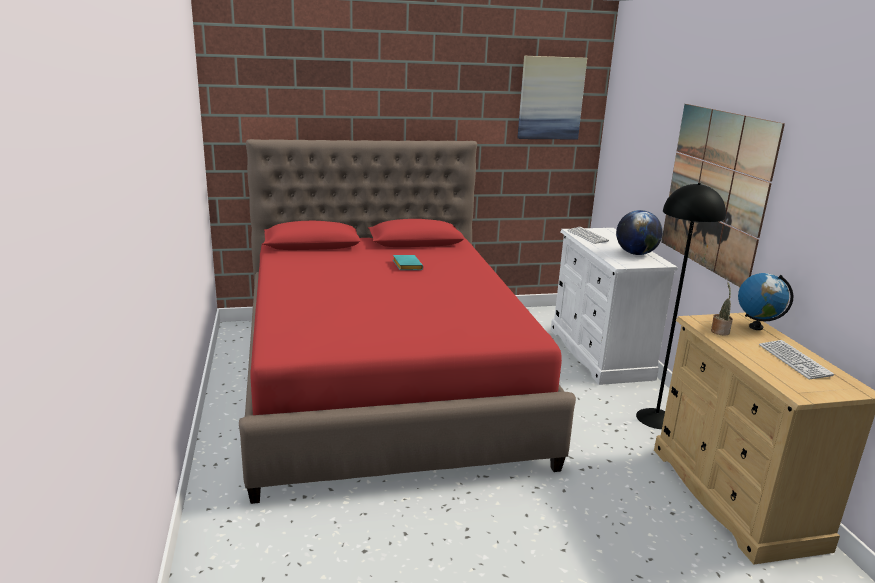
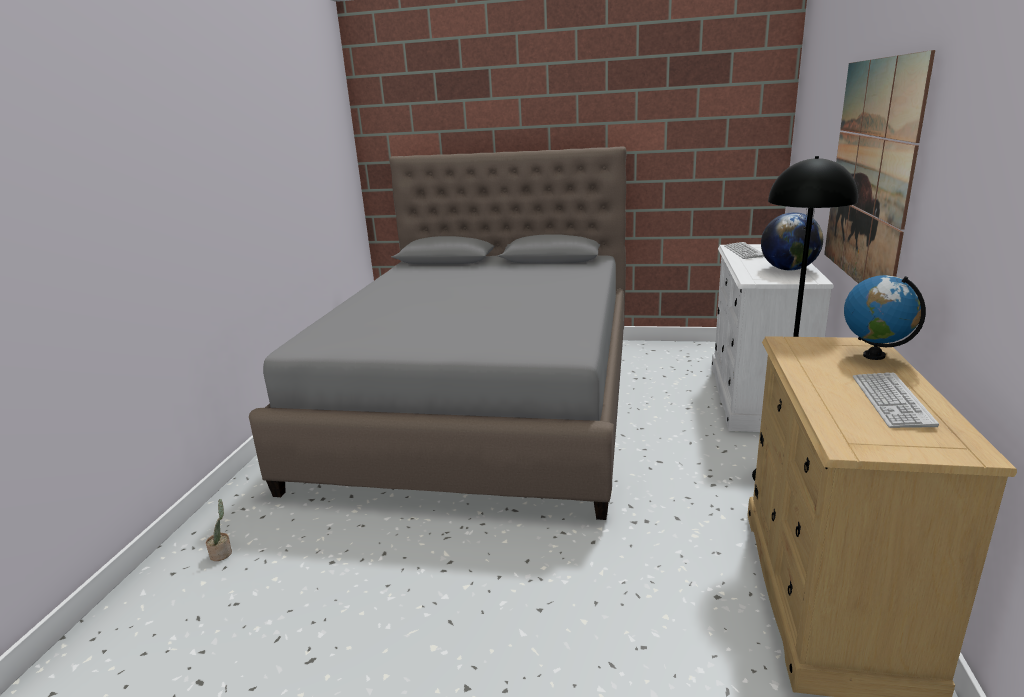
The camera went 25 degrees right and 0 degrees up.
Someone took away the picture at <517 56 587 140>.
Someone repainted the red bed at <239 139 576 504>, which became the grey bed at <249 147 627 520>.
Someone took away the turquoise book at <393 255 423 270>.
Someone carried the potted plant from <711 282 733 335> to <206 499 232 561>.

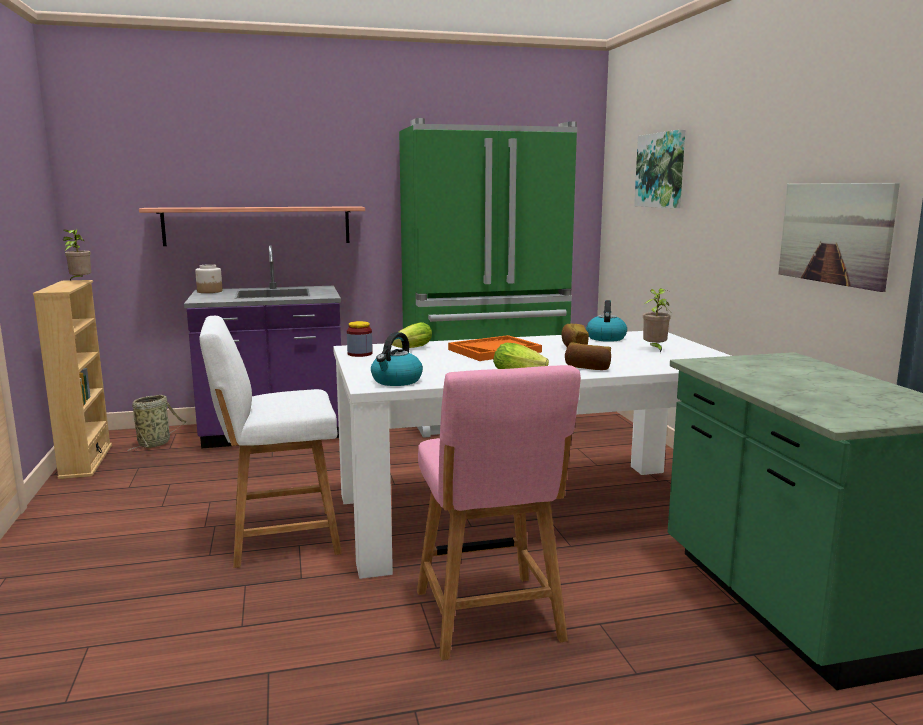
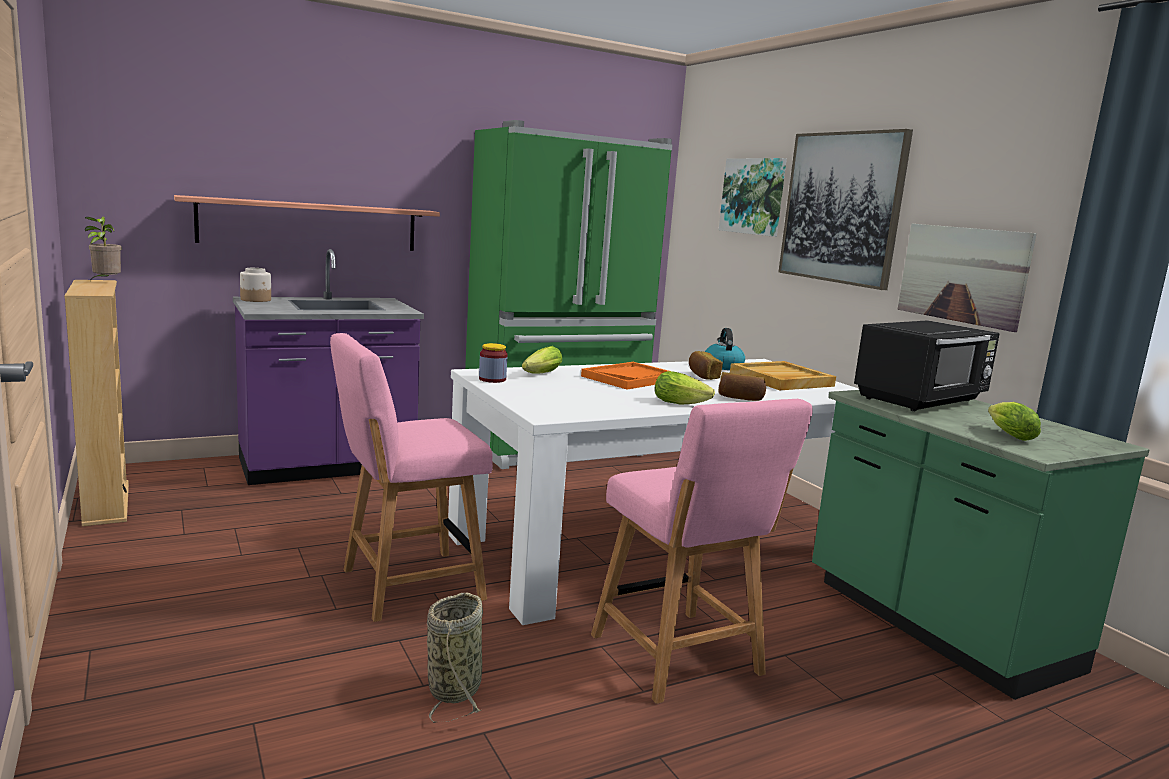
The camera went 15 degrees left and 0 degrees up.
Someone swapped the potted plant at <643 288 671 353> for the beige tray at <730 361 836 390>.
Someone repainted the white chair at <200 316 342 568>, which became the pink chair at <330 333 493 622>.
Someone took away the kettle at <371 332 423 386>.
Someone carried the basket from <128 395 186 451> to <427 592 483 723>.
Someone put up the picture at <778 129 913 290>.
Someone put down the black microwave at <854 320 1000 411>.
Someone put down the lettuce at <988 402 1041 441>.

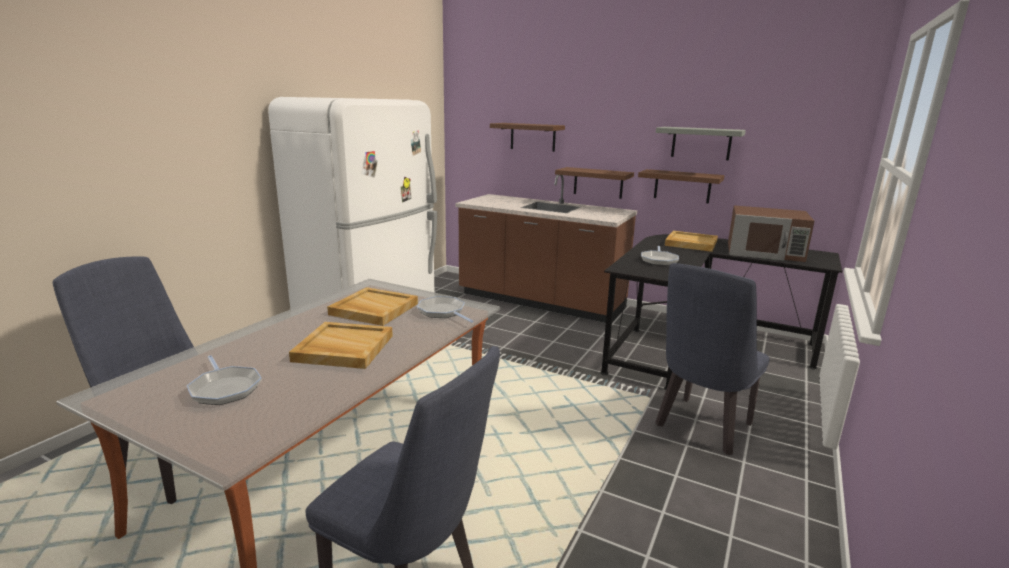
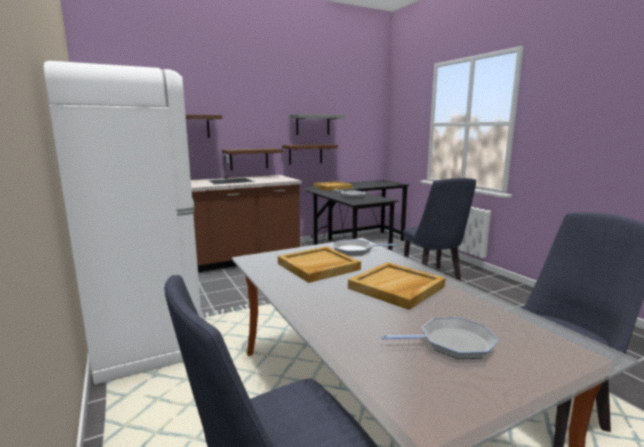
The camera went 55 degrees left and 5 degrees down.
Someone took away the brown microwave at <728 205 814 262>.

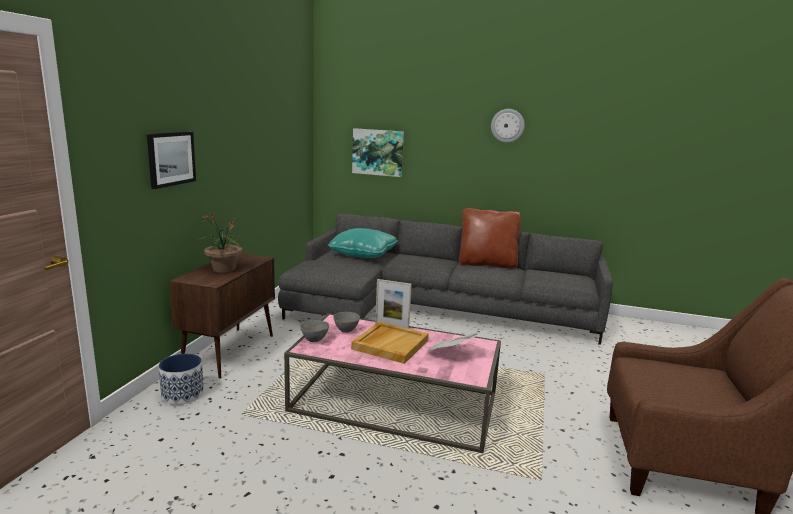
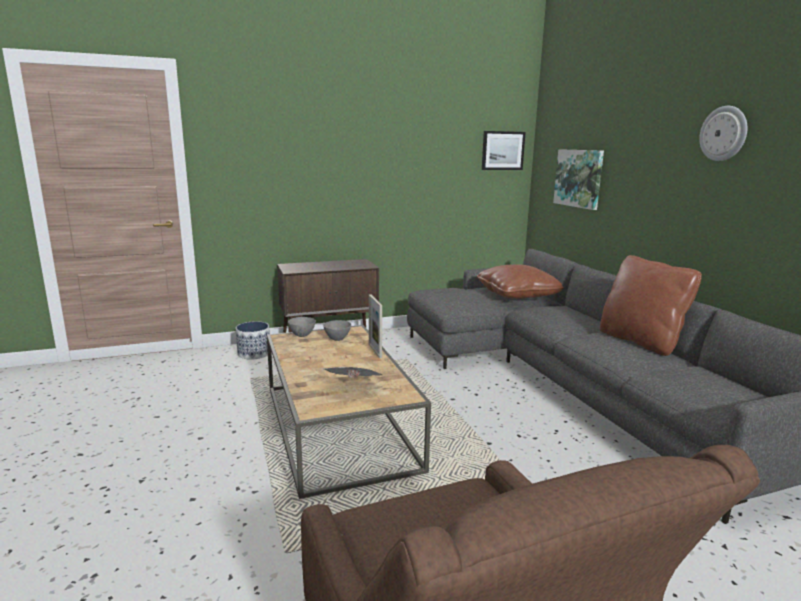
The camera went 55 degrees right and 0 degrees up.
Someone carried the picture from <147 131 196 189> to <482 131 526 170>.
Someone took away the potted plant at <198 213 242 273>.
Someone repainted the turquoise pillow at <328 228 398 258>, which became the brown pillow at <477 264 564 299>.
Someone repainted the pink coffee table at <284 313 501 453>, which became the brown coffee table at <267 325 431 499>.
Someone took away the beige tray at <351 322 429 364>.

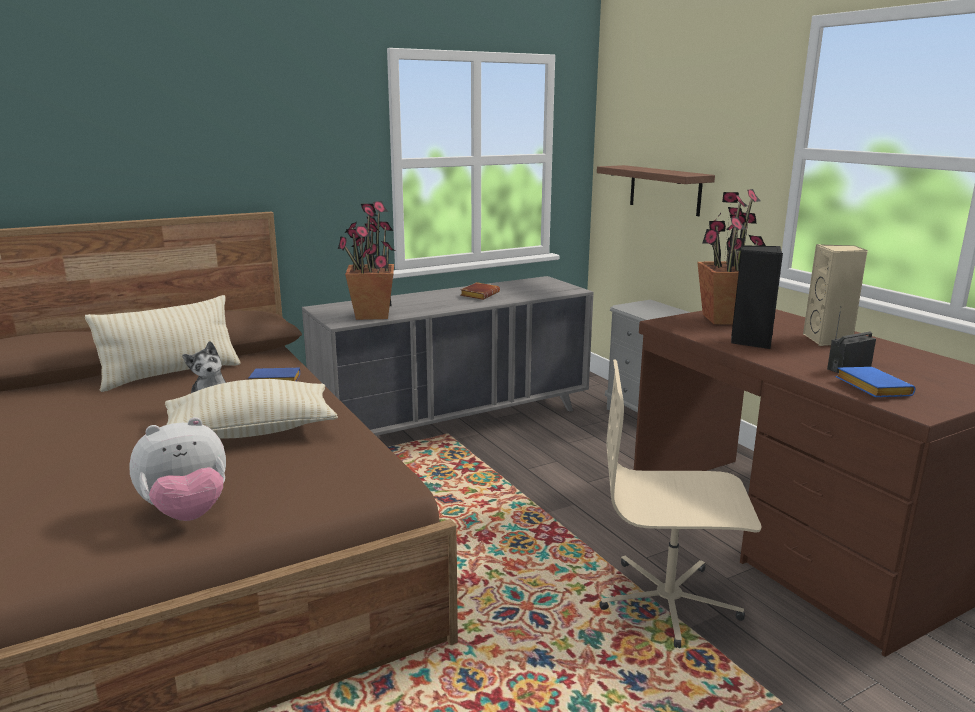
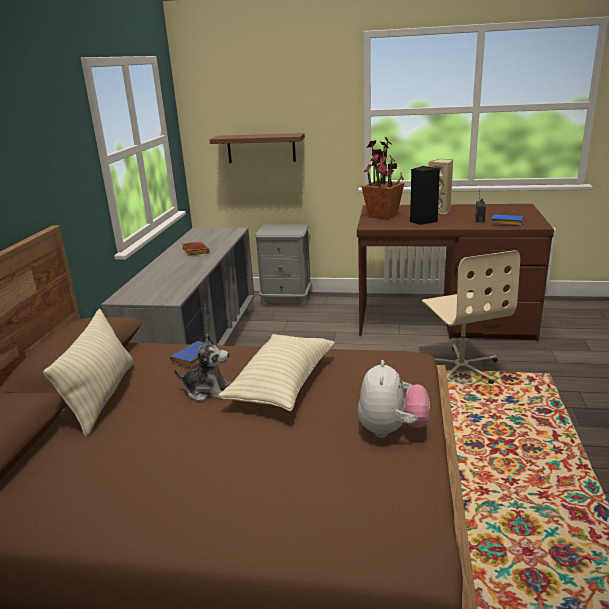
The camera went 50 degrees left and 5 degrees up.
Someone took away the potted plant at <338 201 395 320>.
Someone rotated the beige office chair at <599 359 761 648> by 60 degrees counterclockwise.

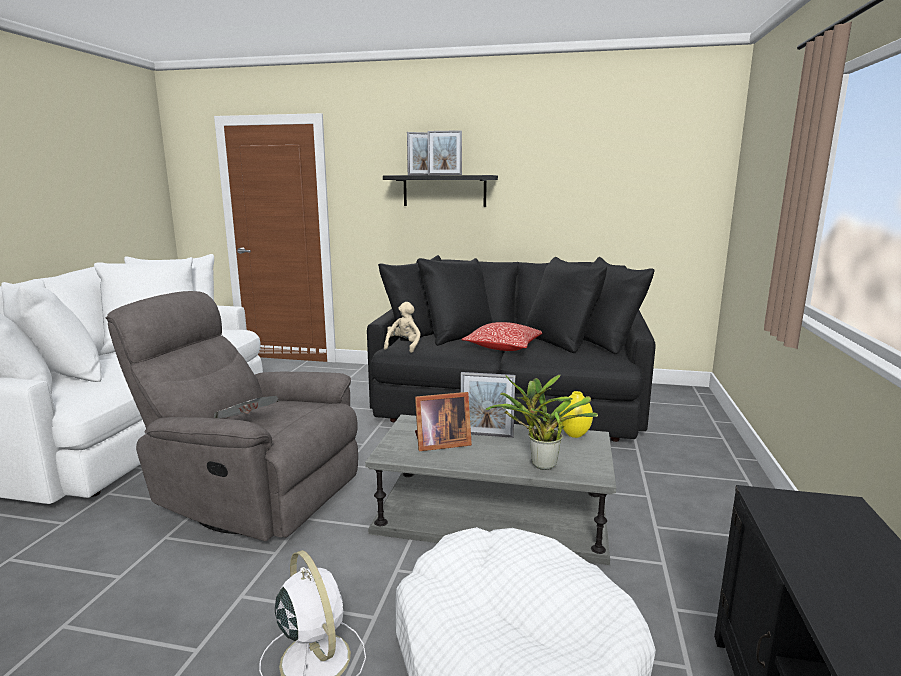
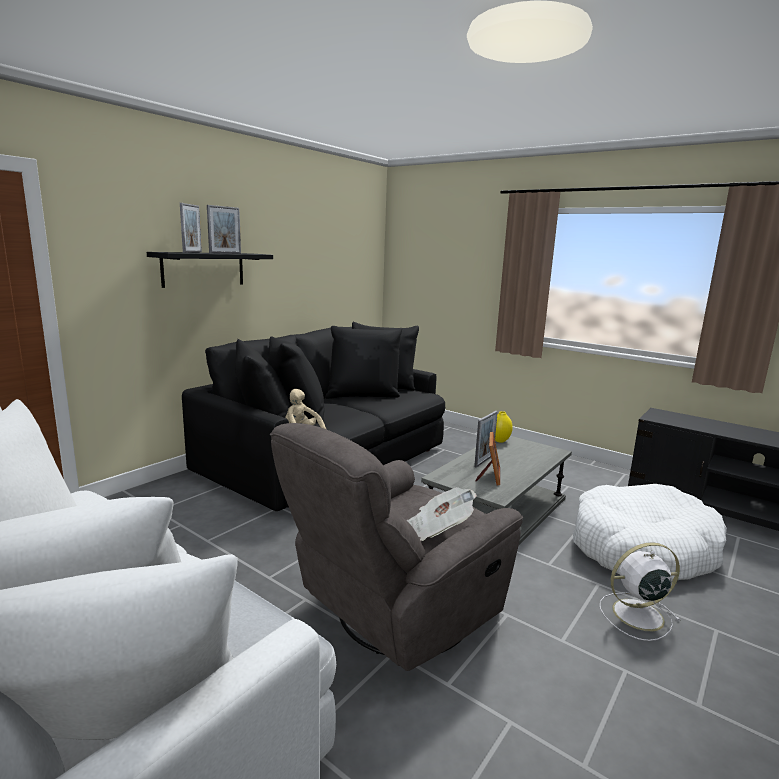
The camera went 65 degrees left and 0 degrees up.
Someone took away the pillow at <461 322 542 351>.
Someone took away the potted plant at <486 374 598 470>.

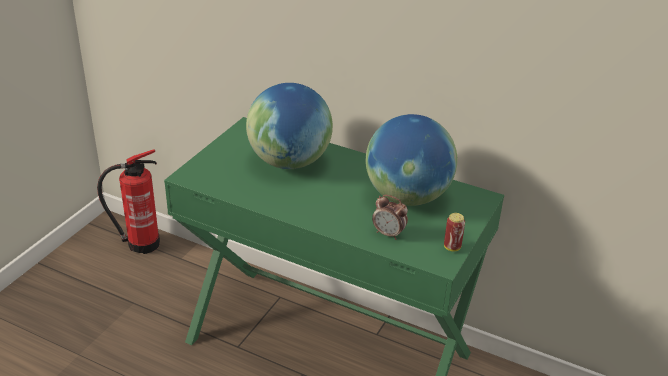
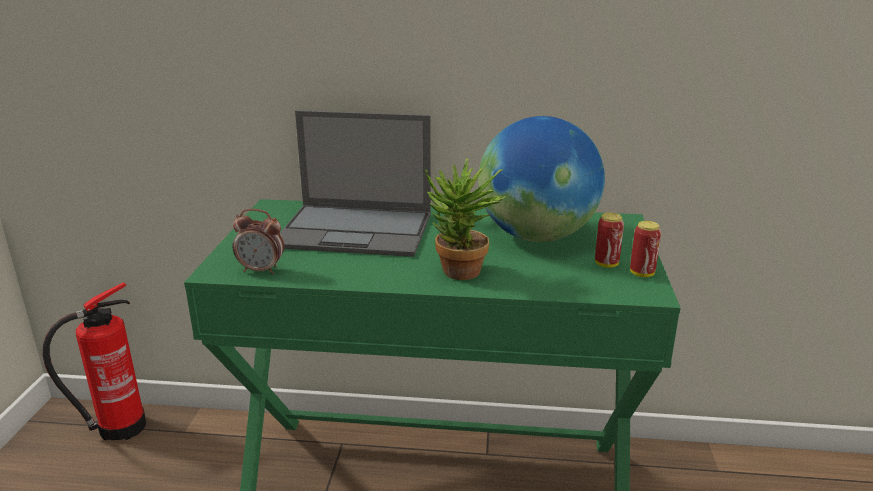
The camera went 20 degrees left and 10 degrees down.
Someone swapped the globe at <246 83 333 169> for the laptop at <280 110 431 257>.
Someone carried the alarm clock from <372 195 408 240> to <233 209 284 275>.
Someone put down the potted plant at <425 158 507 280>.
Someone put down the can at <595 213 624 268>.

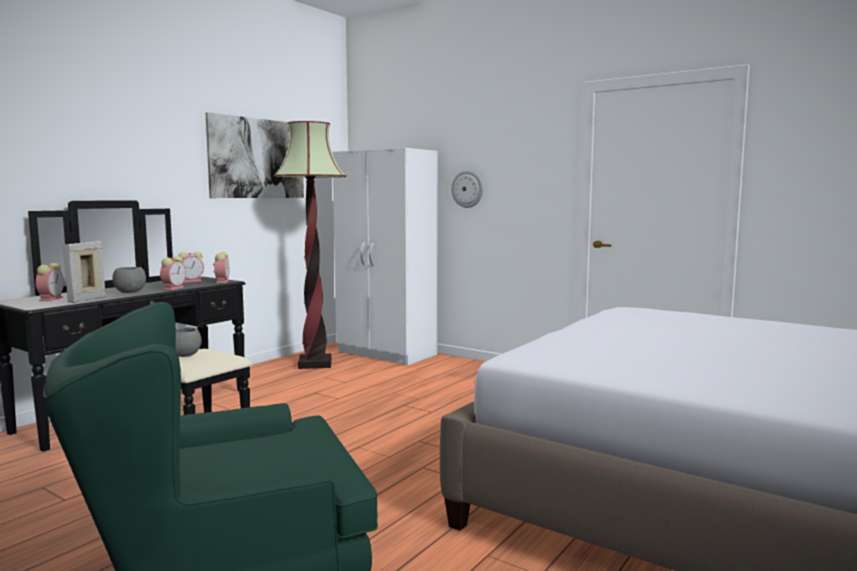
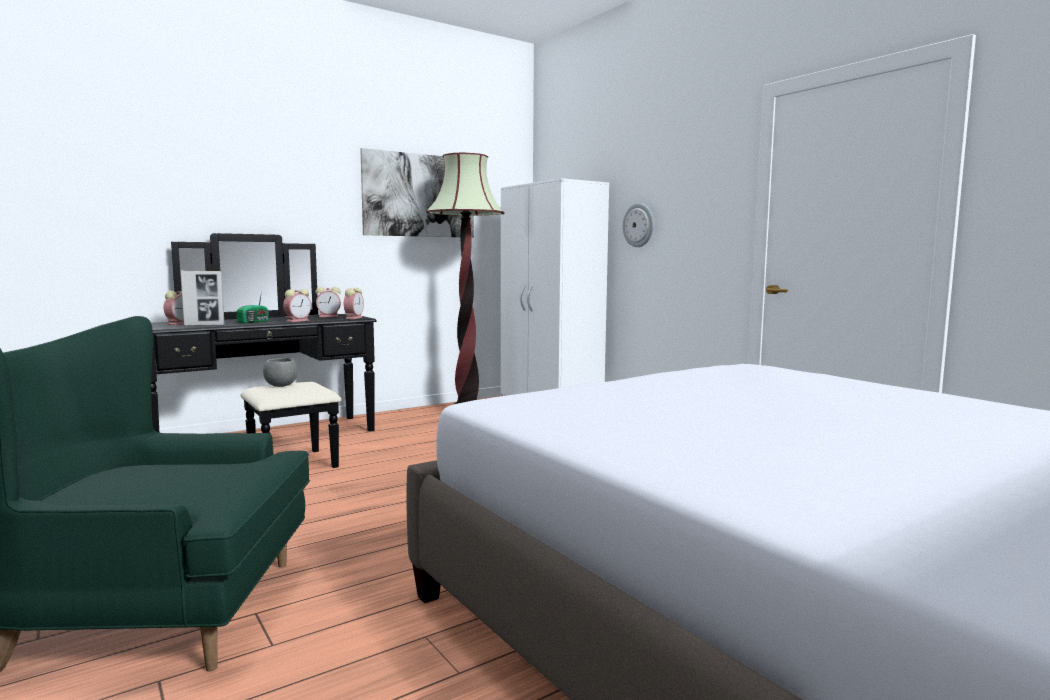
The camera went 20 degrees right and 0 degrees up.
Someone rotated the picture frame at <63 241 106 303> by 150 degrees counterclockwise.
Someone swapped the grey bowl at <112 267 146 293> for the radio at <236 291 269 323>.

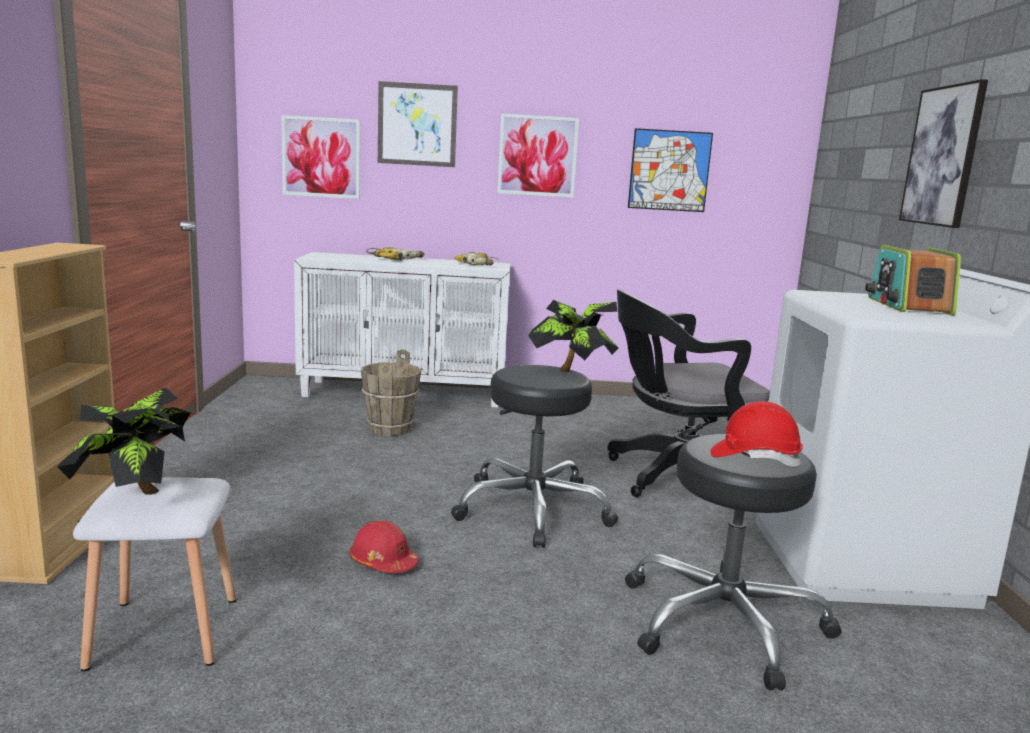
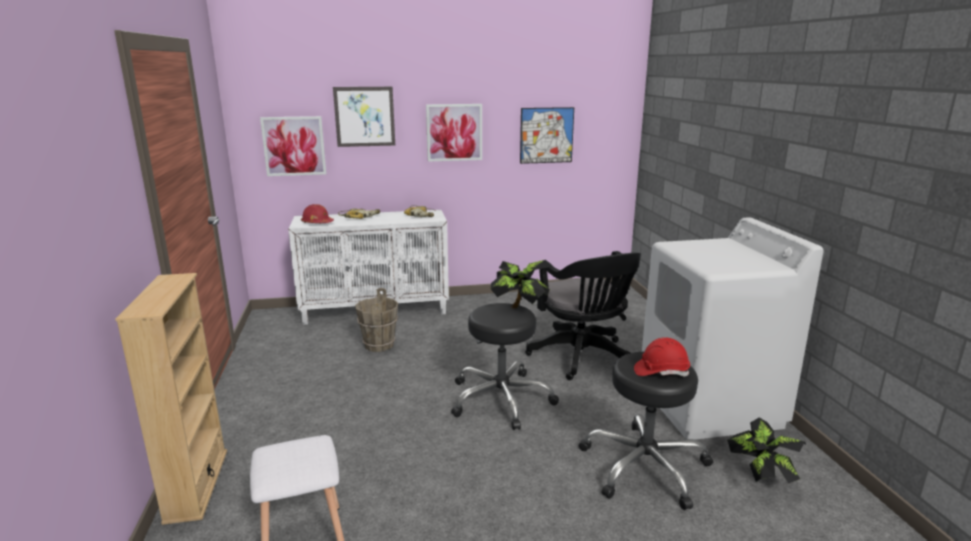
The camera went 10 degrees left and 5 degrees up.
Someone took away the picture at <899 79 988 228>.
Someone took away the radio at <865 245 961 315>.
Someone rotated the black office chair at <607 289 770 510> by 90 degrees counterclockwise.
Someone carried the potted plant from <57 387 197 495> to <727 418 806 484>.
Someone carried the red hard hat from <349 520 419 573> to <301 204 334 223>.

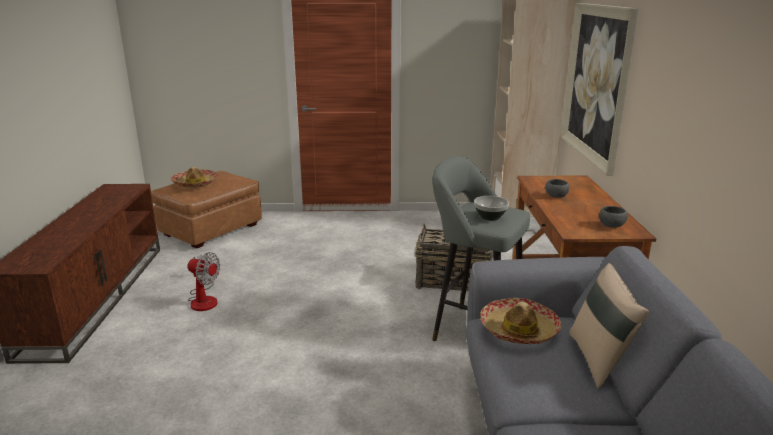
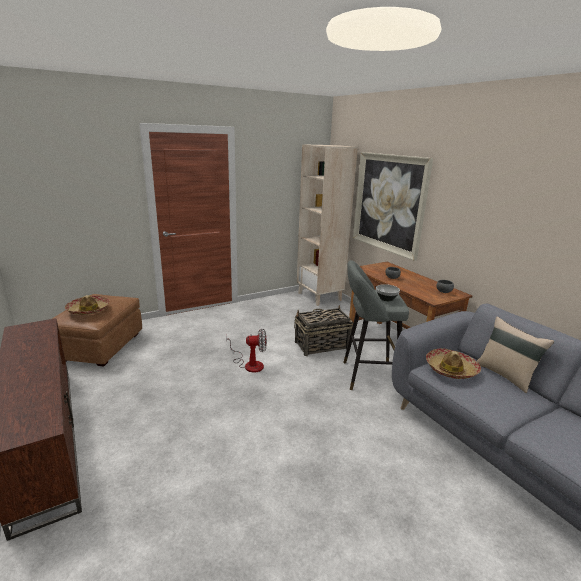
The camera went 30 degrees left and 0 degrees up.
Someone carried the fan from <187 252 220 311> to <226 329 267 373>.

